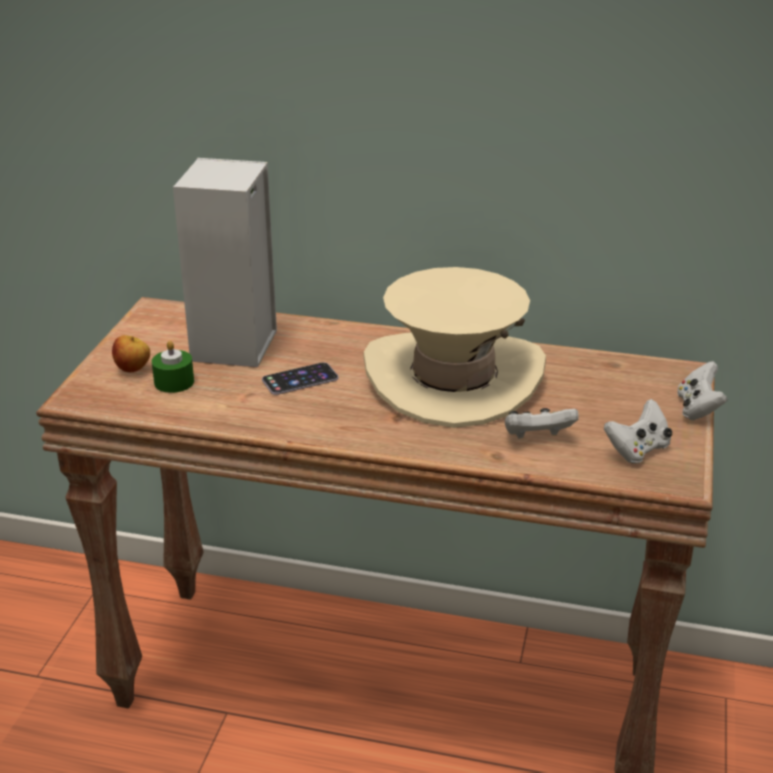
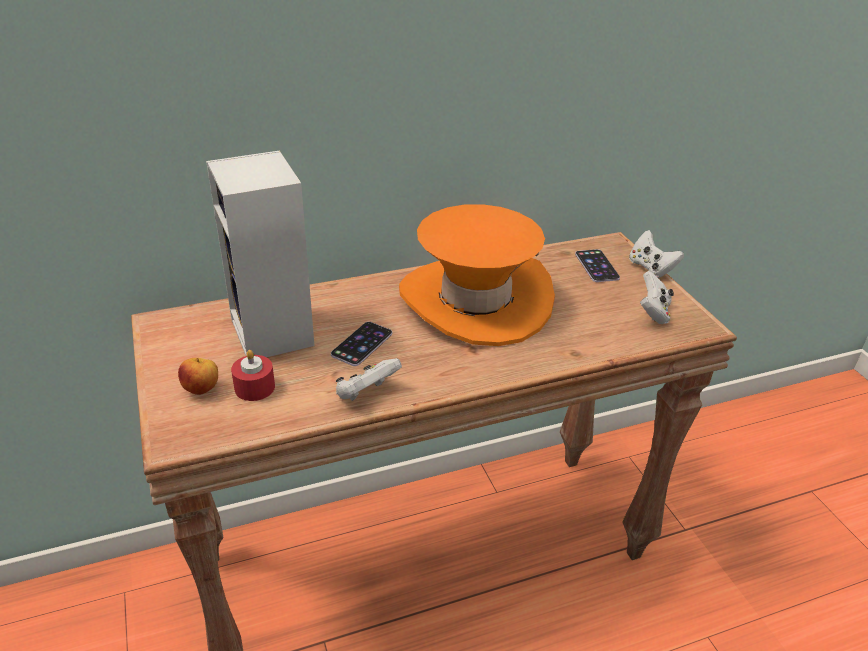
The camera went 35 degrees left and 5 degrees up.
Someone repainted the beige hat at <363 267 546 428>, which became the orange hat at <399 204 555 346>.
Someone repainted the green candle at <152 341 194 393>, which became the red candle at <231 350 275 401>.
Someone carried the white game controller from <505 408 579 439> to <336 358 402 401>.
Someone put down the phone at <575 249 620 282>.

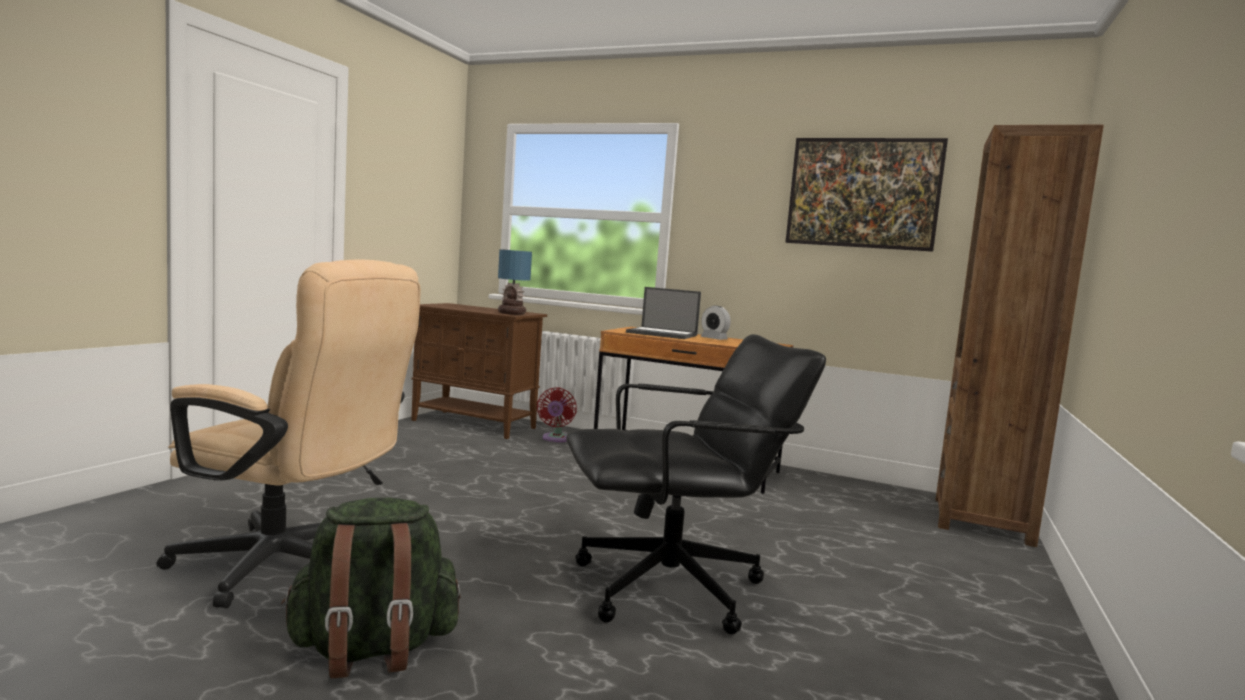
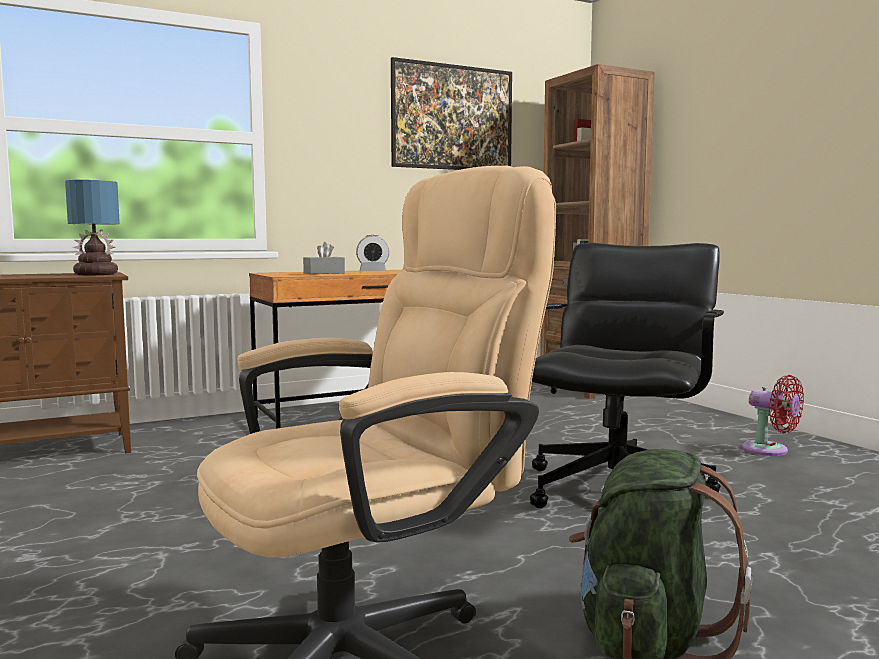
The camera went 50 degrees left and 0 degrees up.
Someone swapped the laptop at <626 287 701 339> for the grey tissue box at <303 242 345 274>.
Someone carried the red fan from <537 388 577 442> to <742 375 804 456>.

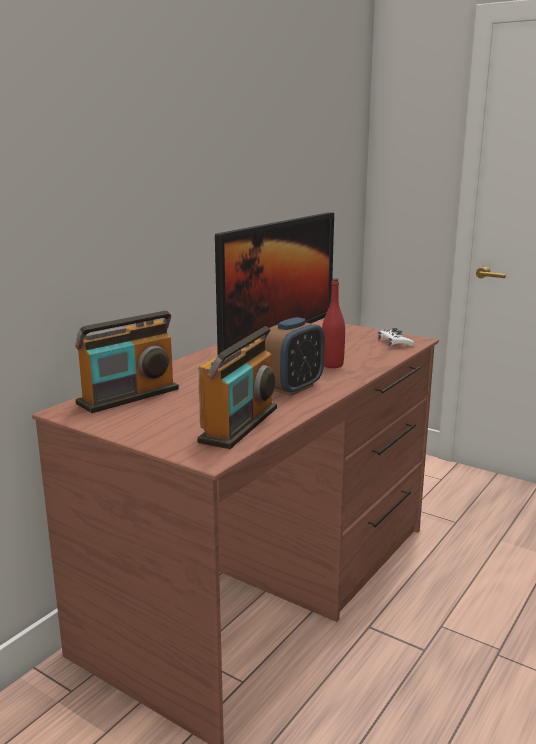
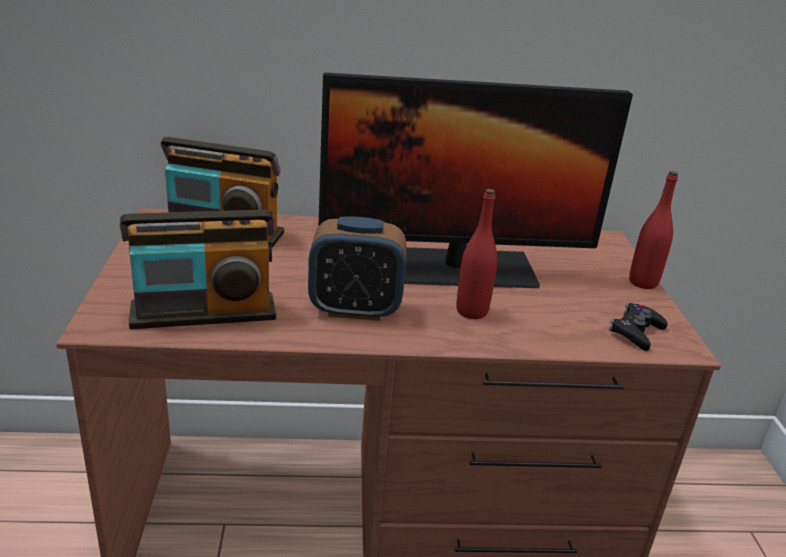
The camera went 50 degrees right and 10 degrees up.
Someone repainted the white game controller at <378 328 414 347>, which became the black game controller at <609 303 668 351>.
Someone put down the red bottle at <629 171 678 289>.

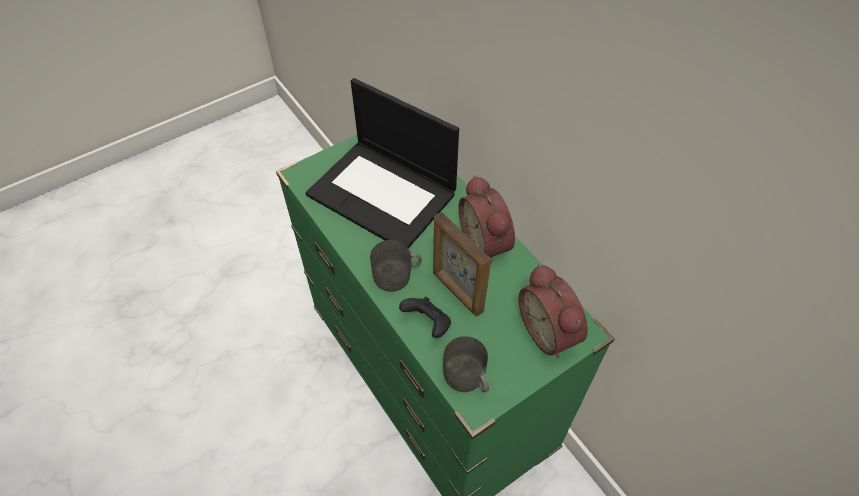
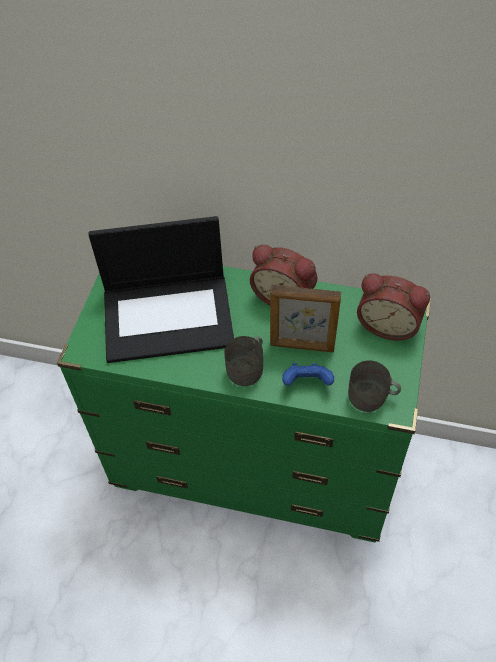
The camera went 40 degrees left and 0 degrees up.
Someone repainted the black game controller at <399 297 451 338>, which became the blue game controller at <282 363 334 386>.

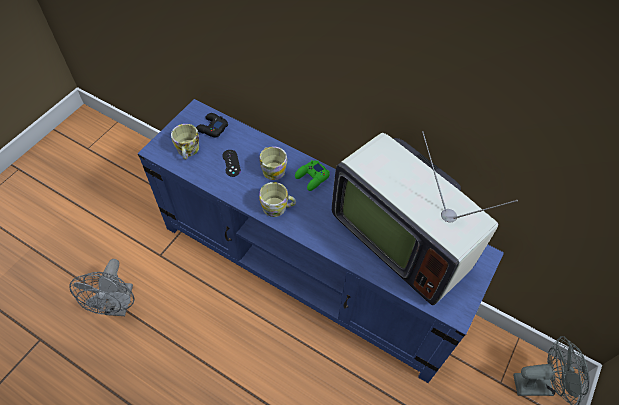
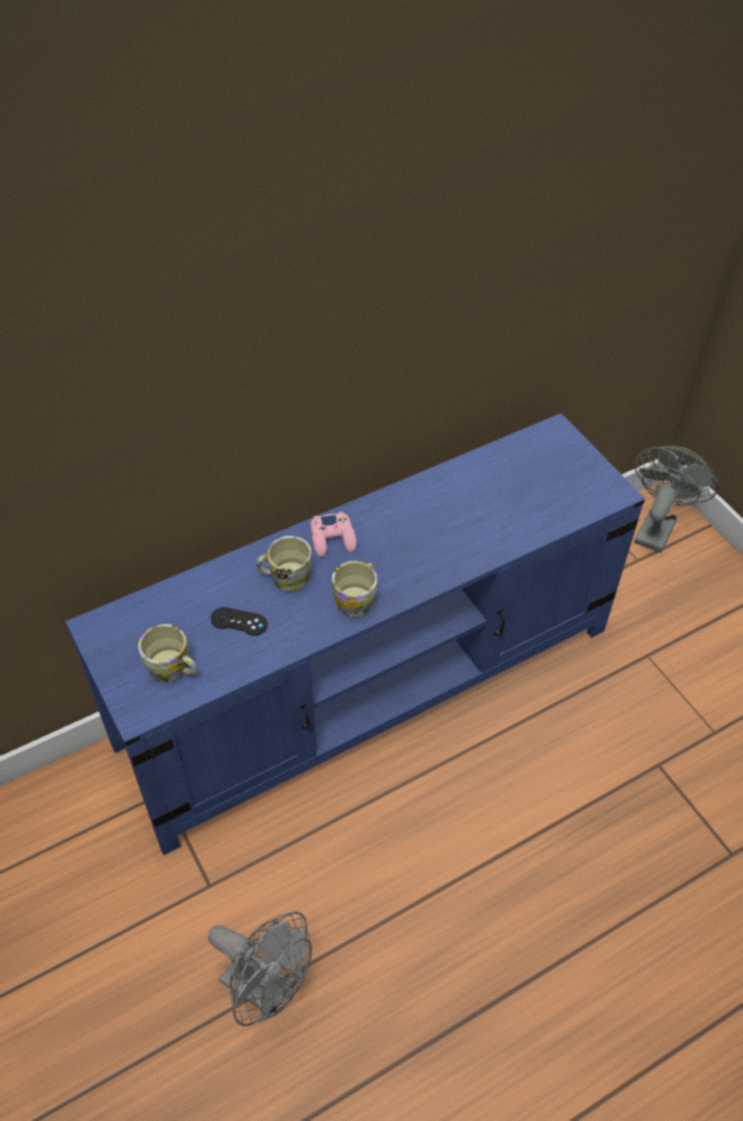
The camera went 60 degrees left and 5 degrees down.
Someone took away the black game controller at <196 113 228 137>.
Someone took away the television at <332 131 518 305>.
Someone repainted the green game controller at <295 160 330 191>, which became the pink game controller at <310 512 357 557>.

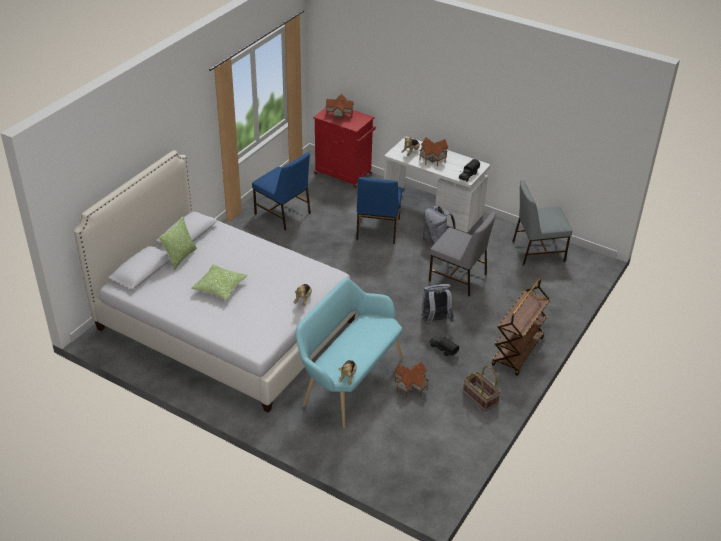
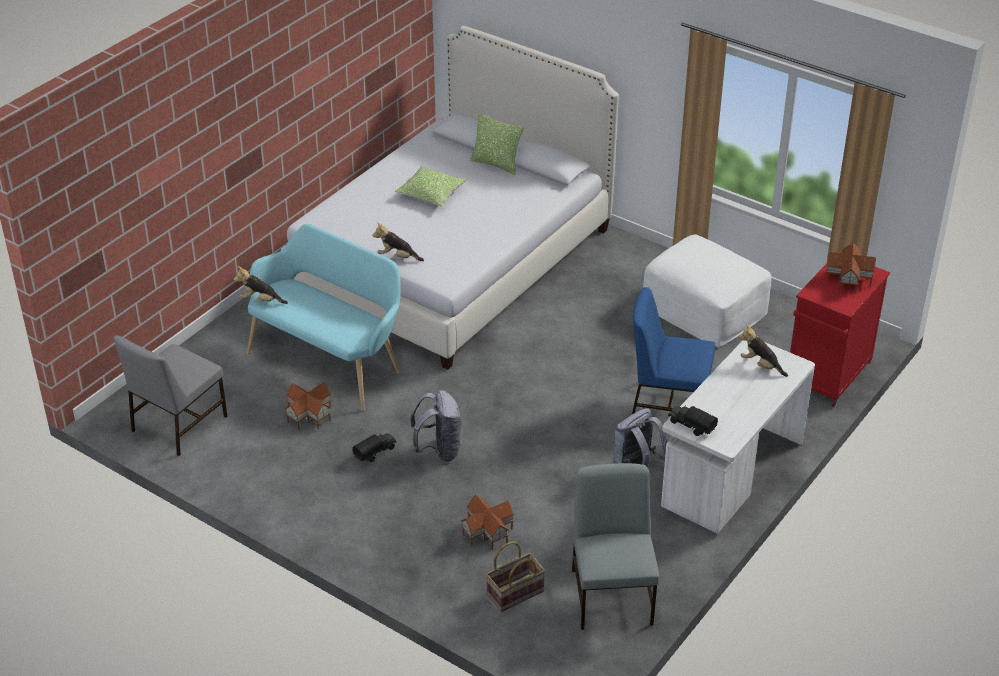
The camera went 95 degrees right and 0 degrees up.
Someone carried the toy house from <419 137 448 166> to <461 495 514 550>.
Someone swapped the blue chair at <252 152 311 230> for the white ottoman at <643 234 771 347>.
Someone carried the grey chair from <429 212 496 297> to <114 335 228 456>.
Someone took away the brown cart at <492 278 550 376>.
Someone carried the basket from <463 366 501 412> to <486 541 546 612>.

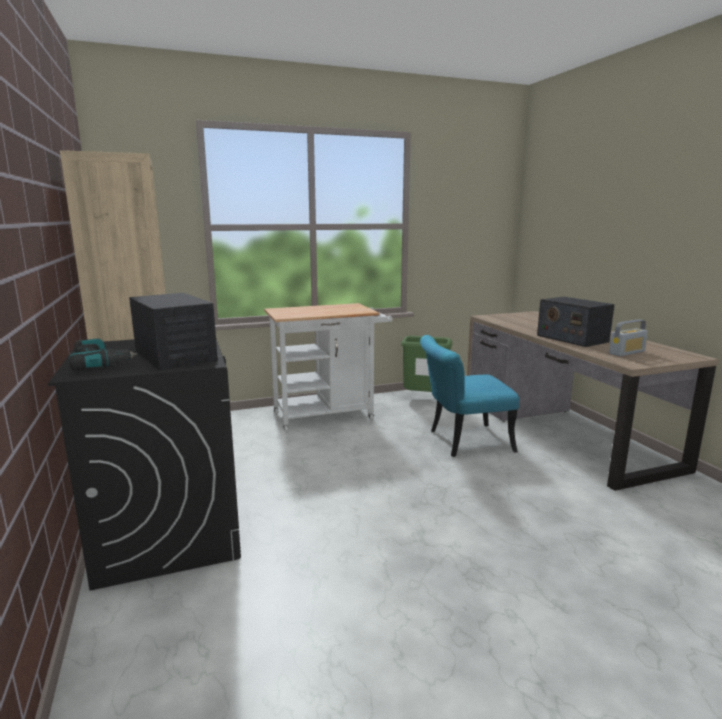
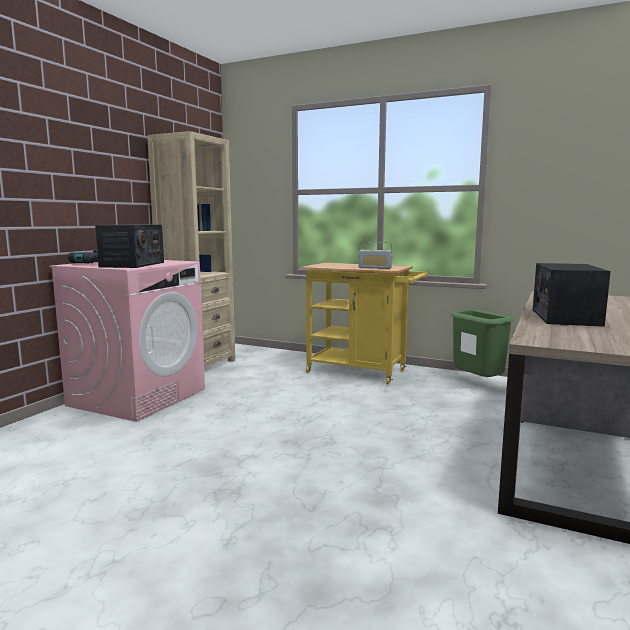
The camera went 45 degrees right and 5 degrees down.
Someone repainted the white cart at <264 303 392 433>, which became the yellow cart at <300 263 427 384>.
Someone carried the radio from <609 319 648 356> to <358 242 393 269>.
Someone took away the turquoise chair at <420 335 519 457>.
Someone repainted the black washing machine at <48 339 241 591>, which became the pink washing machine at <49 260 205 422>.

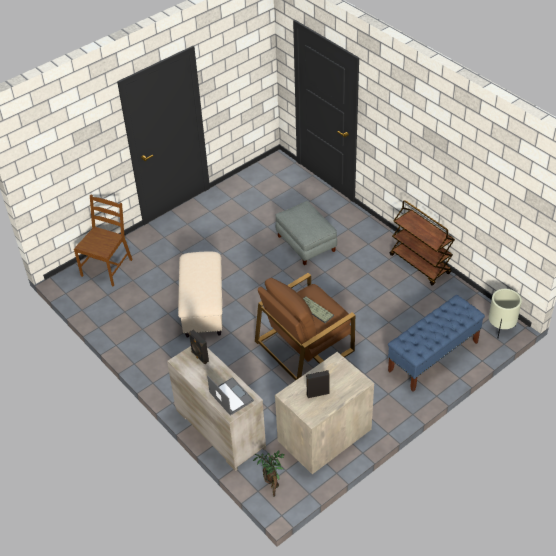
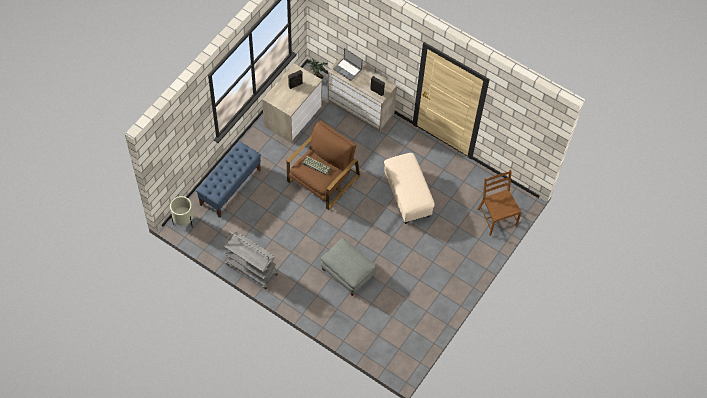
The camera went 160 degrees right and 15 degrees up.
Someone rotated the brown chair at <74 195 133 287> by 150 degrees clockwise.
Someone repainted the brown cart at <390 200 455 285>, which became the grey cart at <224 231 278 289>.

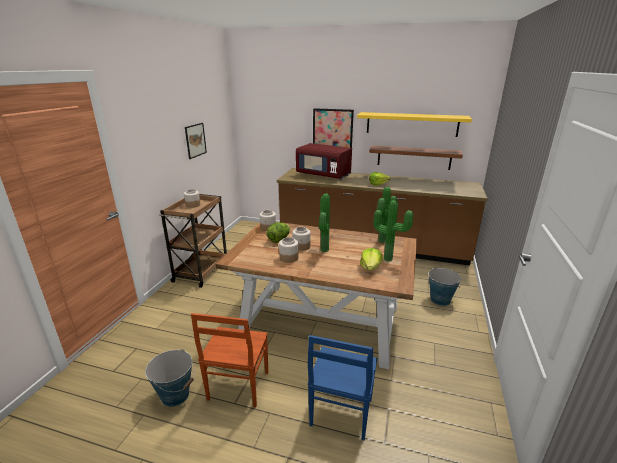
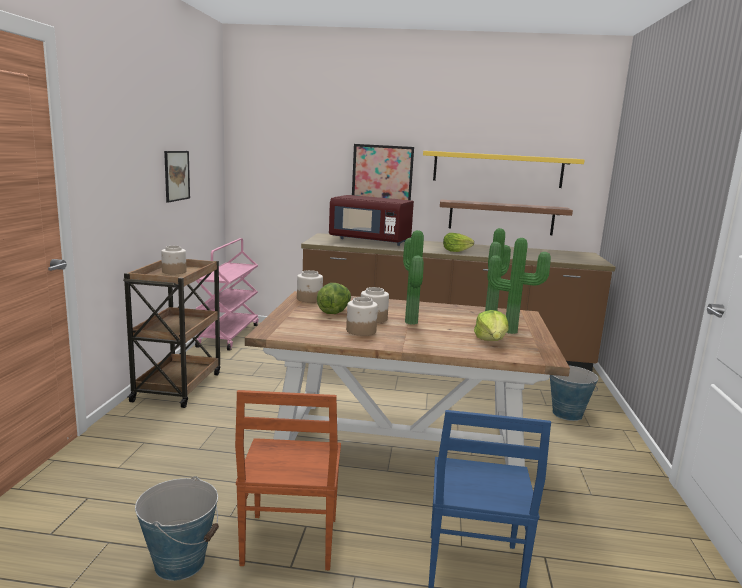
The camera went 10 degrees left and 10 degrees down.
Someone put down the pink cart at <195 238 258 351>.

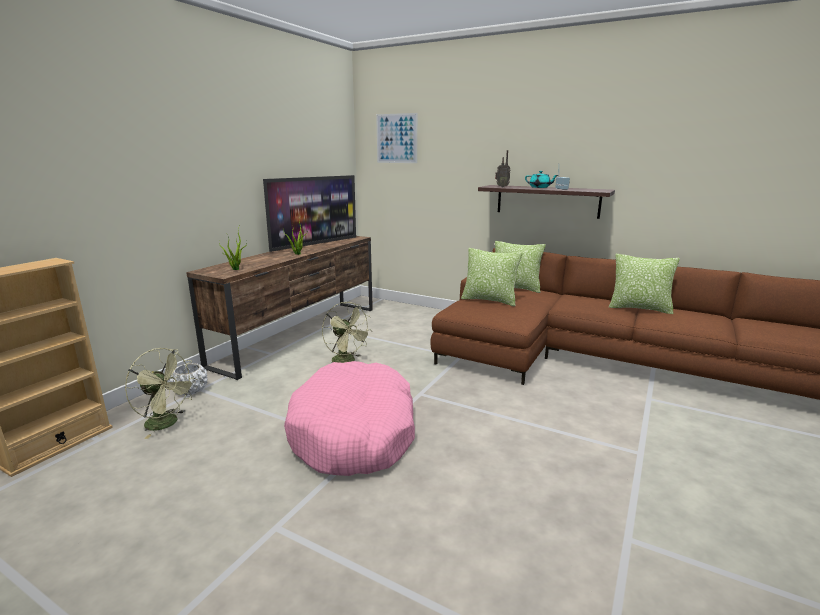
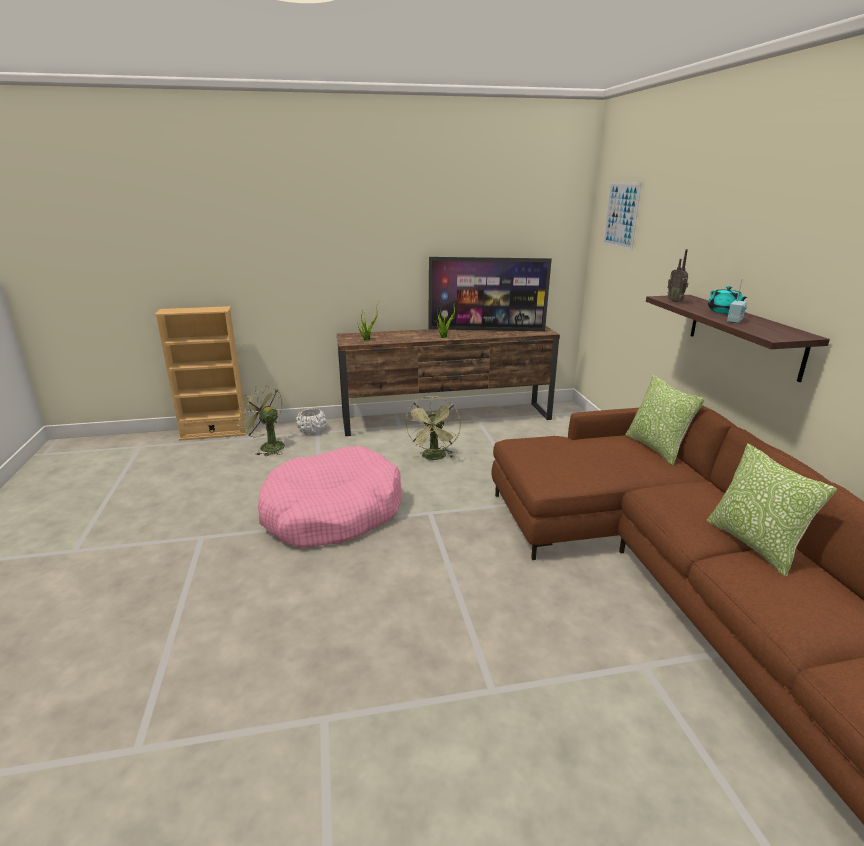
The camera went 50 degrees right and 5 degrees up.
Someone took away the pillow at <461 248 522 306>.
Someone rotated the green fan at <125 348 197 439> by 135 degrees clockwise.

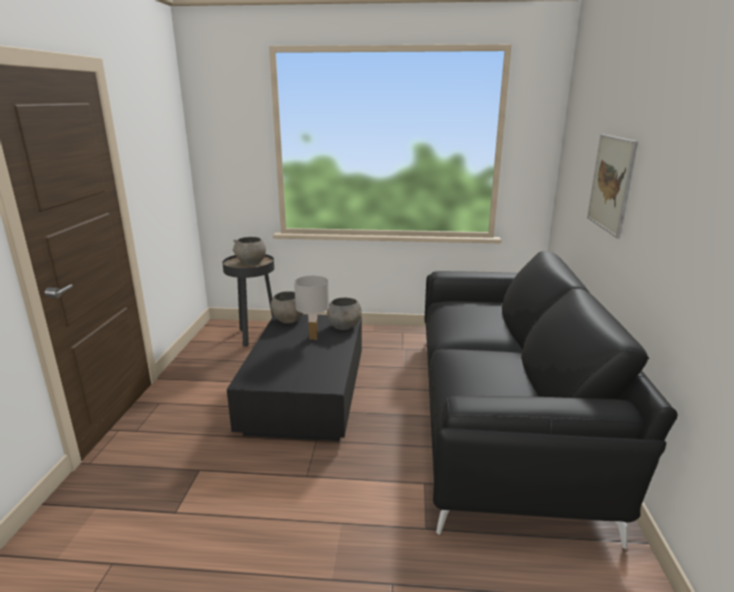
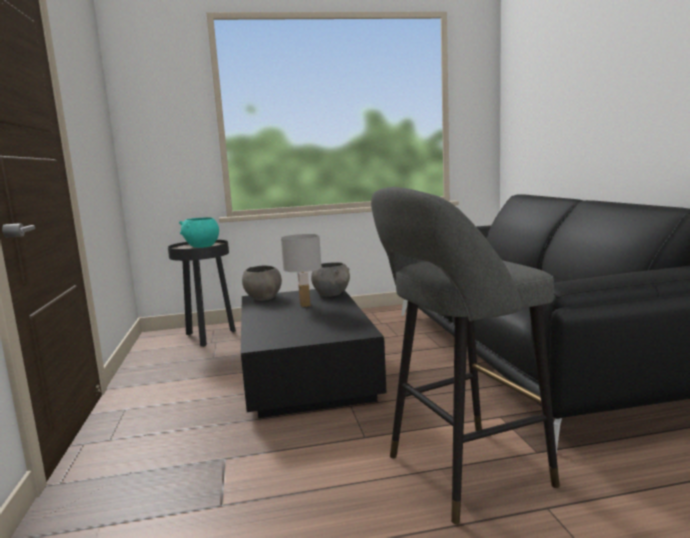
The camera went 15 degrees left and 10 degrees down.
Someone took away the picture at <587 134 638 239>.
Someone repainted the grey bowl at <233 237 266 265>, which became the turquoise bowl at <179 217 219 248>.
Someone put down the grey stool at <371 187 560 524>.

